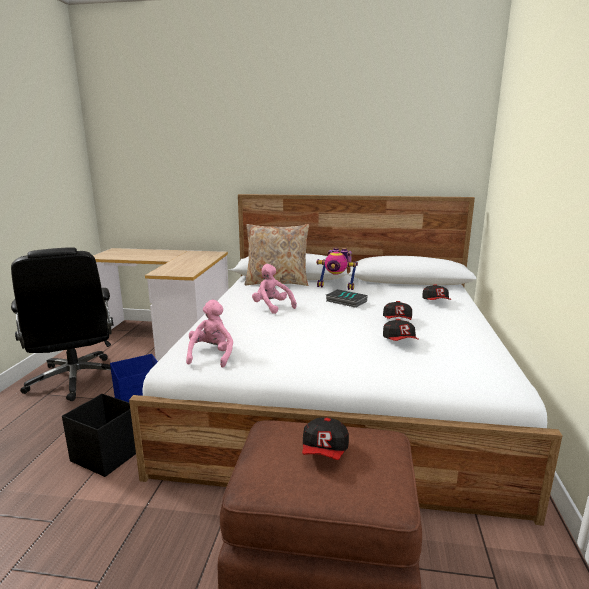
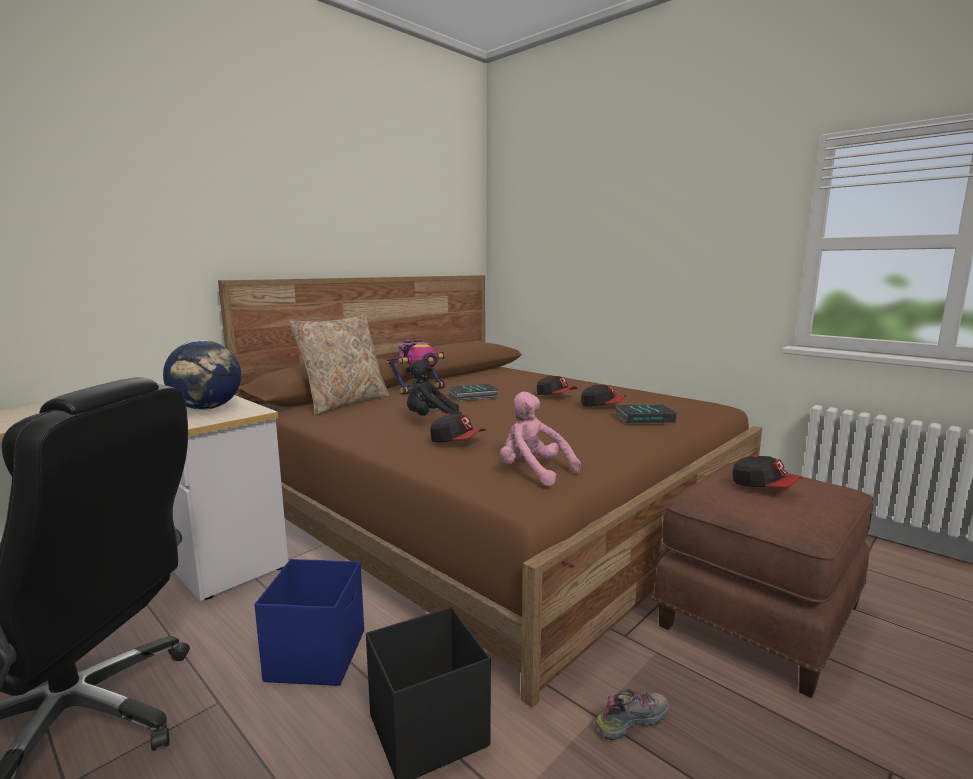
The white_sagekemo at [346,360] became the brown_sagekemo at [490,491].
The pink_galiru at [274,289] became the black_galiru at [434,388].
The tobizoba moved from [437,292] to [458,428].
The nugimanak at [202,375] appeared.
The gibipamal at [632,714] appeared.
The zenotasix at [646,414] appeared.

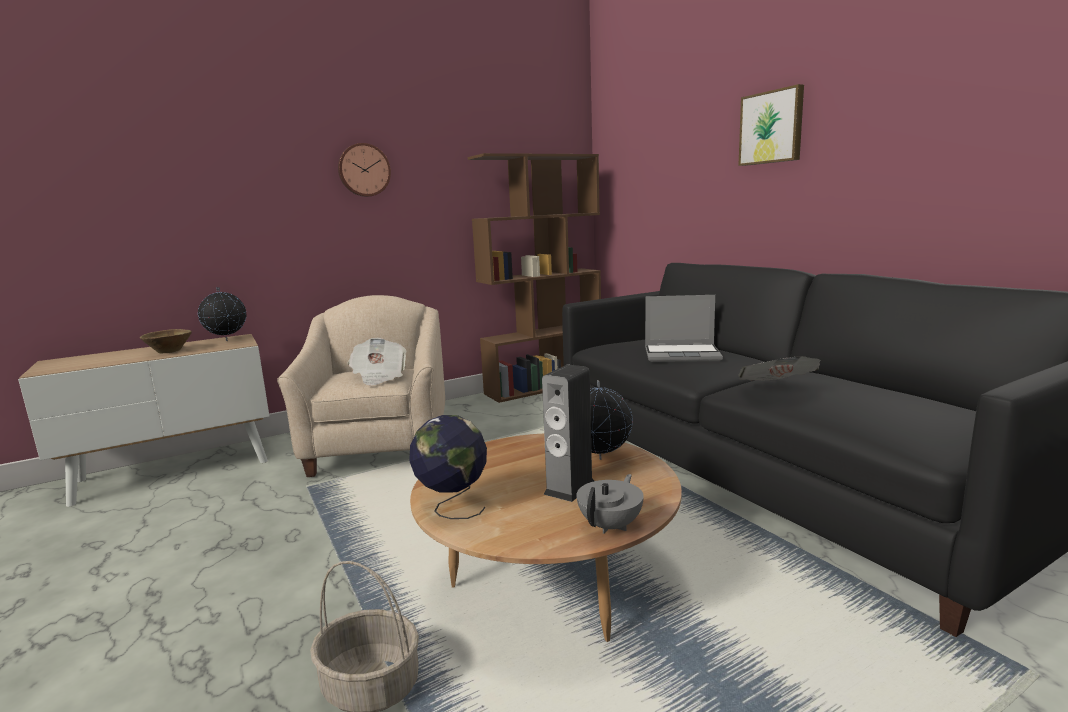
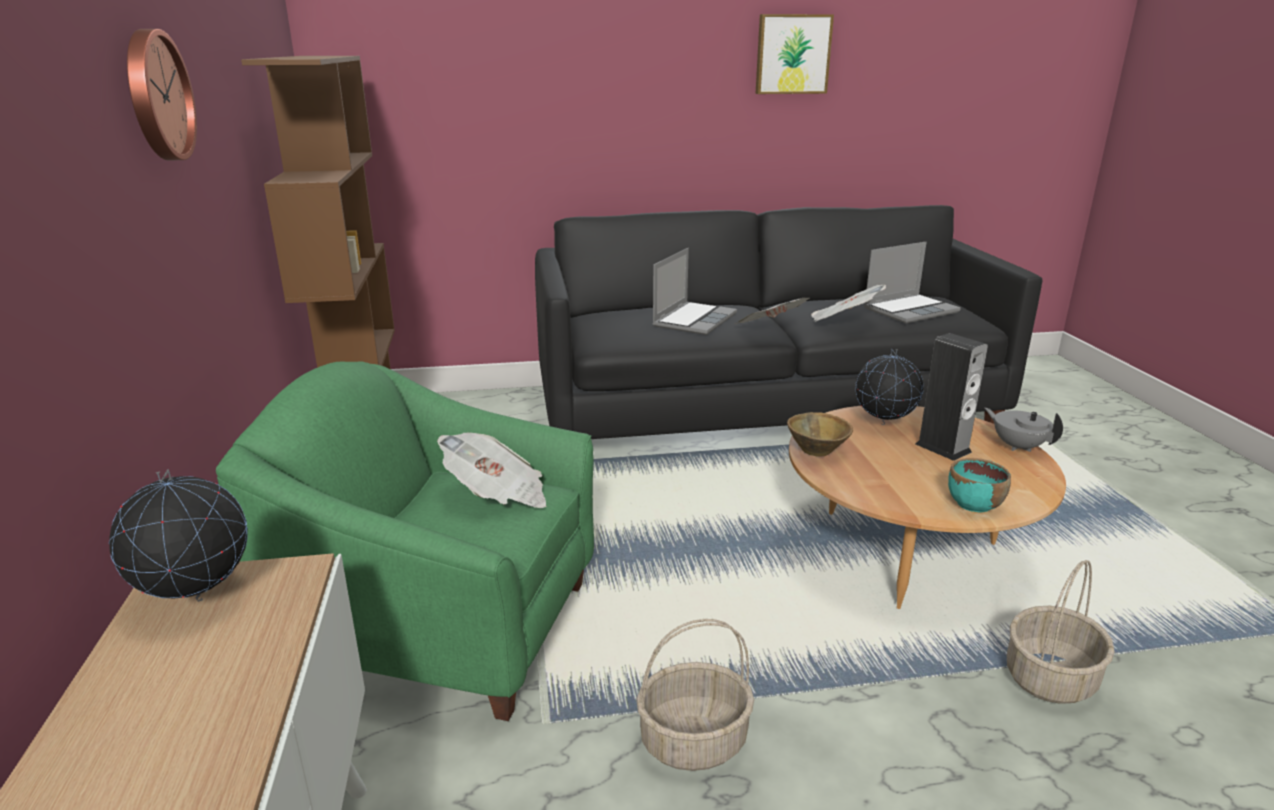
The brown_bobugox moved from [166,341] to [820,434].
The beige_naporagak at [361,386] became the green_naporagak at [405,541].
The nugimanak at [448,467] was replaced by the turquoise_bobugox at [979,485].
The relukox moved from [771,125] to [794,54].
The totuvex at [695,695] appeared.
The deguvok at [772,311] appeared.
The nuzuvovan at [912,282] appeared.

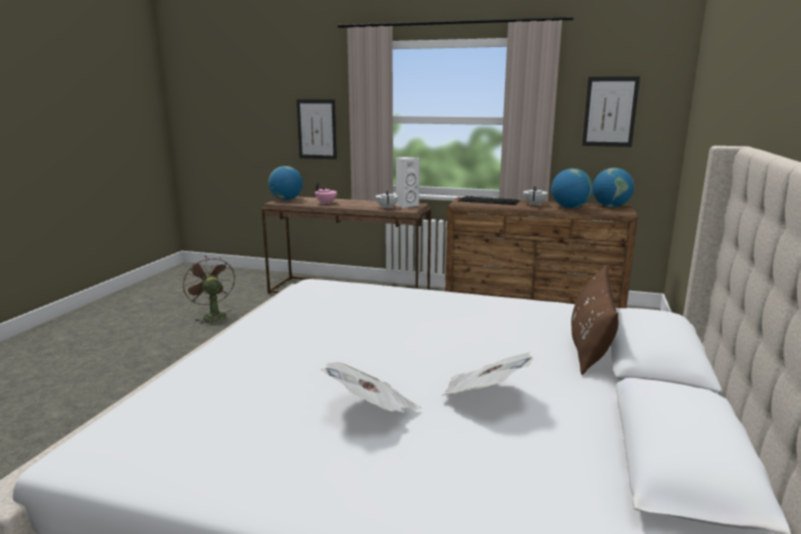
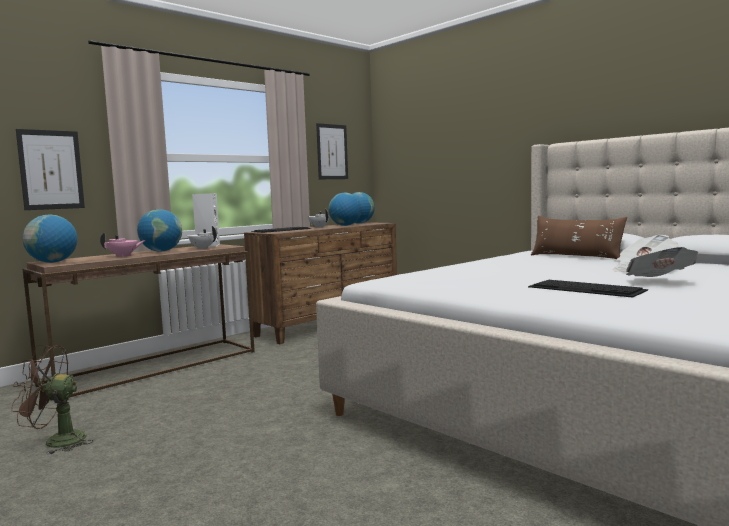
The nugimanak at [159,230] appeared.
The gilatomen at [588,289] appeared.

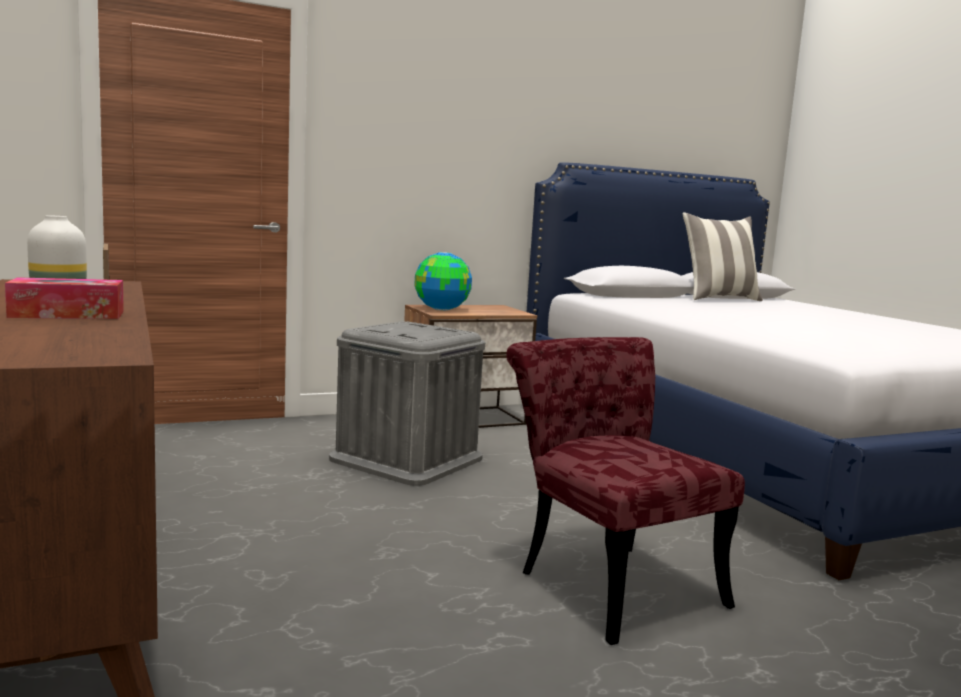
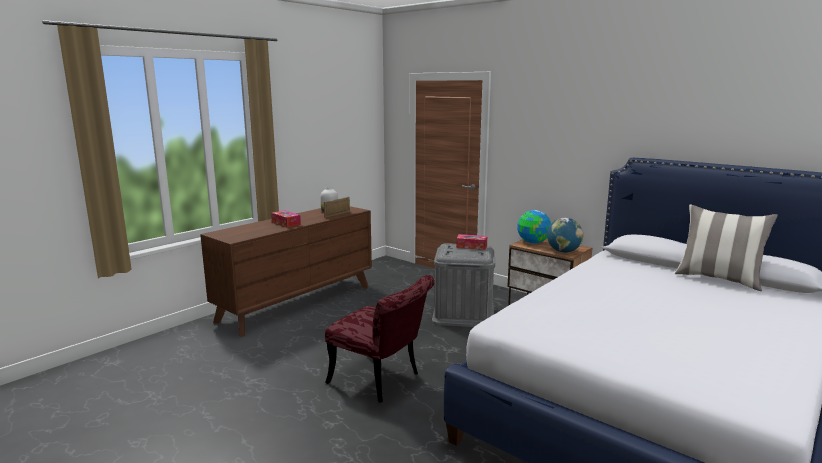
The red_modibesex at [625,491] turned 90 degrees clockwise.
The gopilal at [471,242] appeared.
The nugimanak at [565,235] appeared.

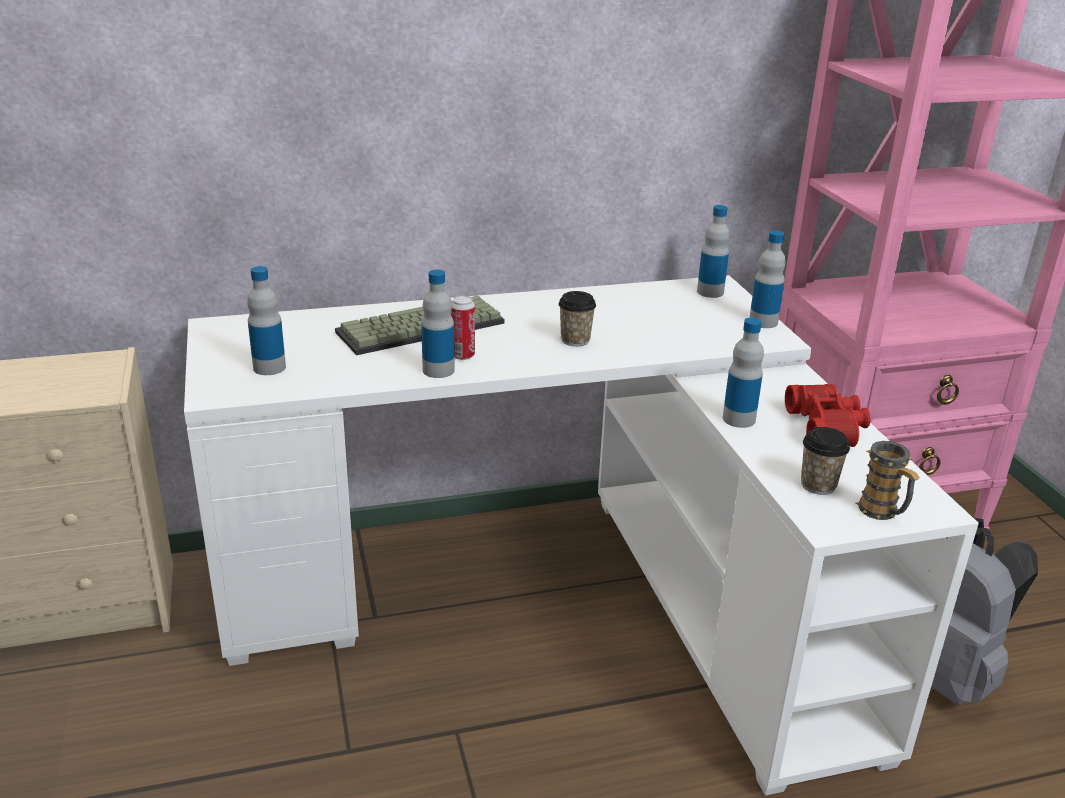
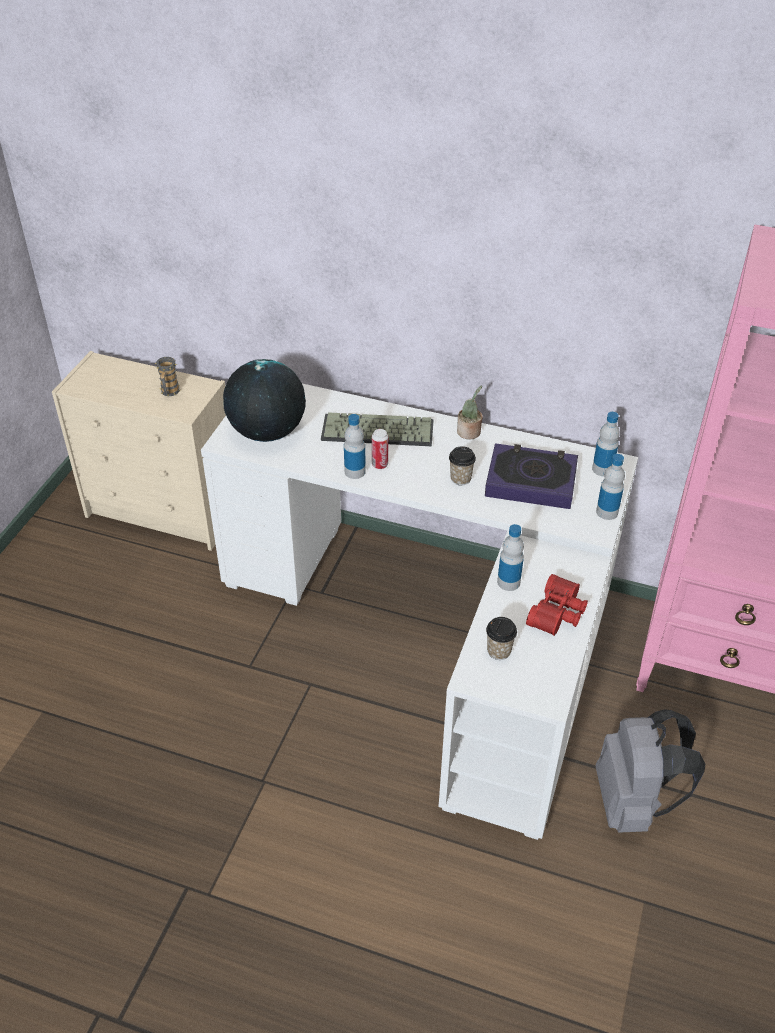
The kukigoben at [266,320] was replaced by the nugimanak at [264,400].
The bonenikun moved from [888,480] to [167,376].
The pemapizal at [470,412] appeared.
The zenotasix at [531,476] appeared.

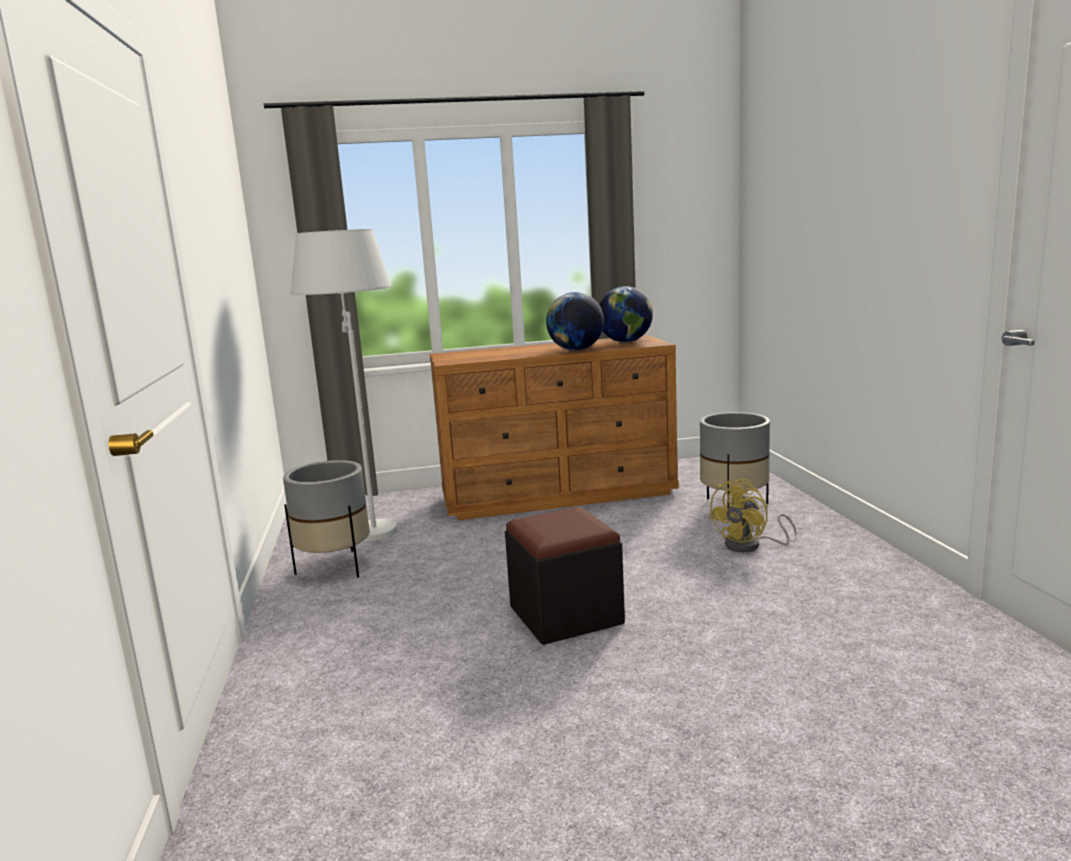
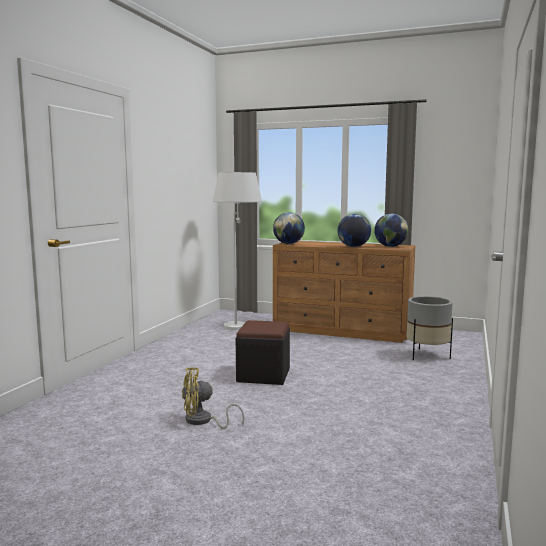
The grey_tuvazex at [326,519] disappeared.
The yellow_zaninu moved from [752,515] to [213,398].
The nugimanak at [289,228] appeared.

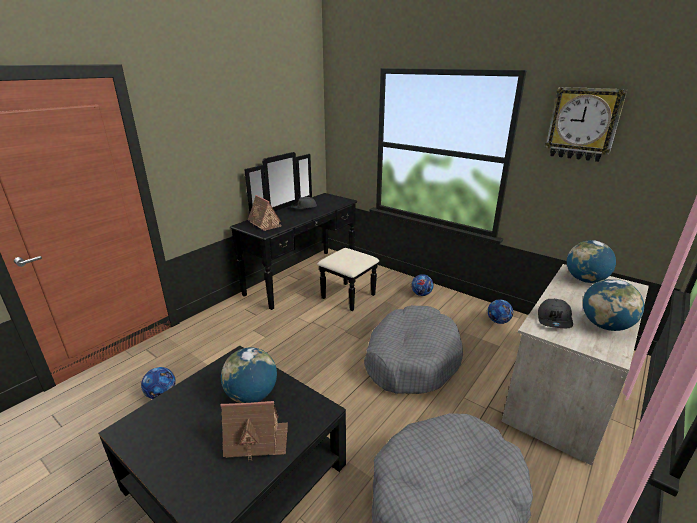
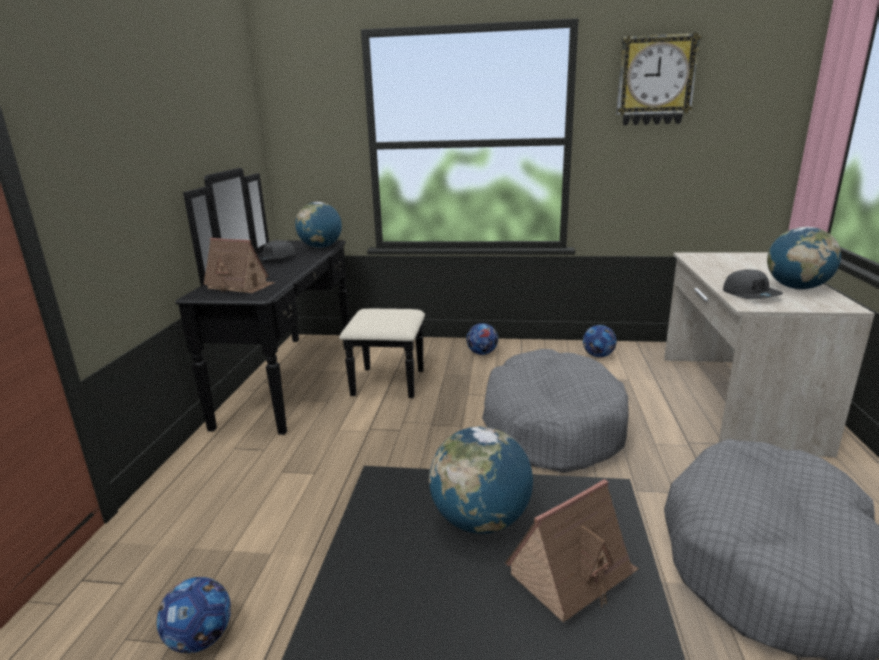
The nugimanak moved from [591,261] to [318,225].

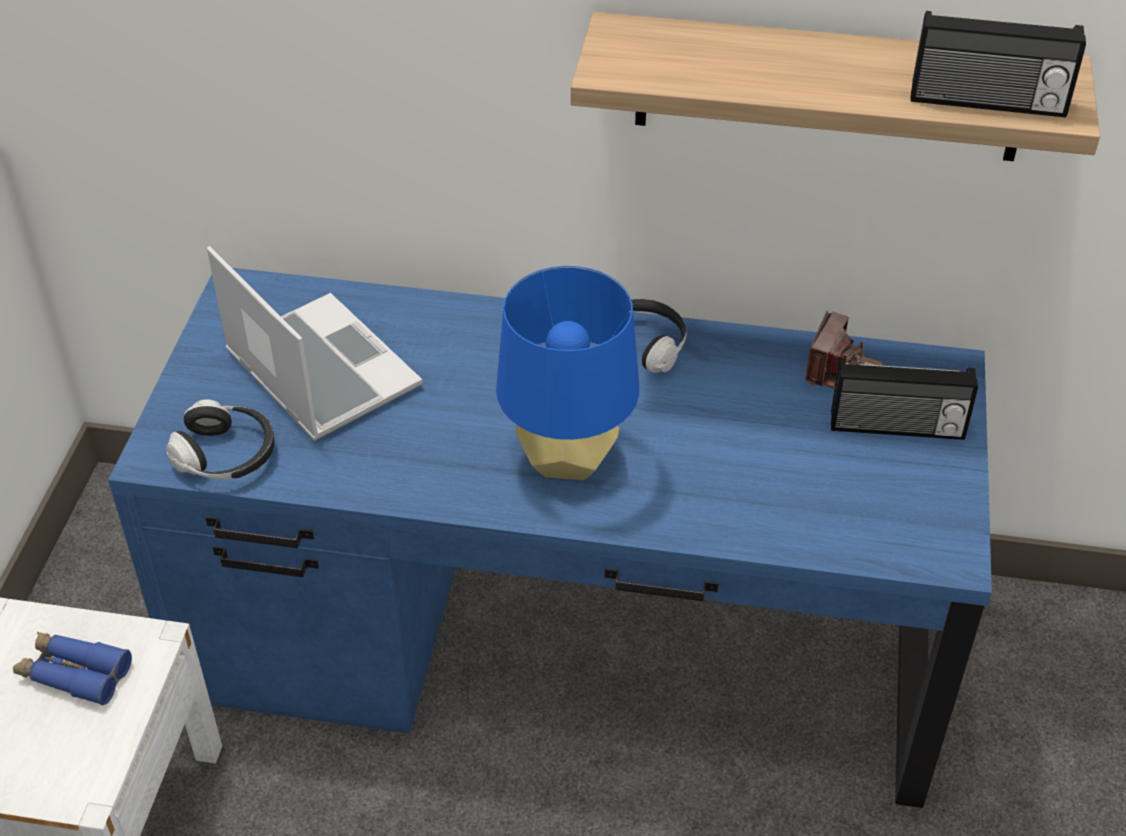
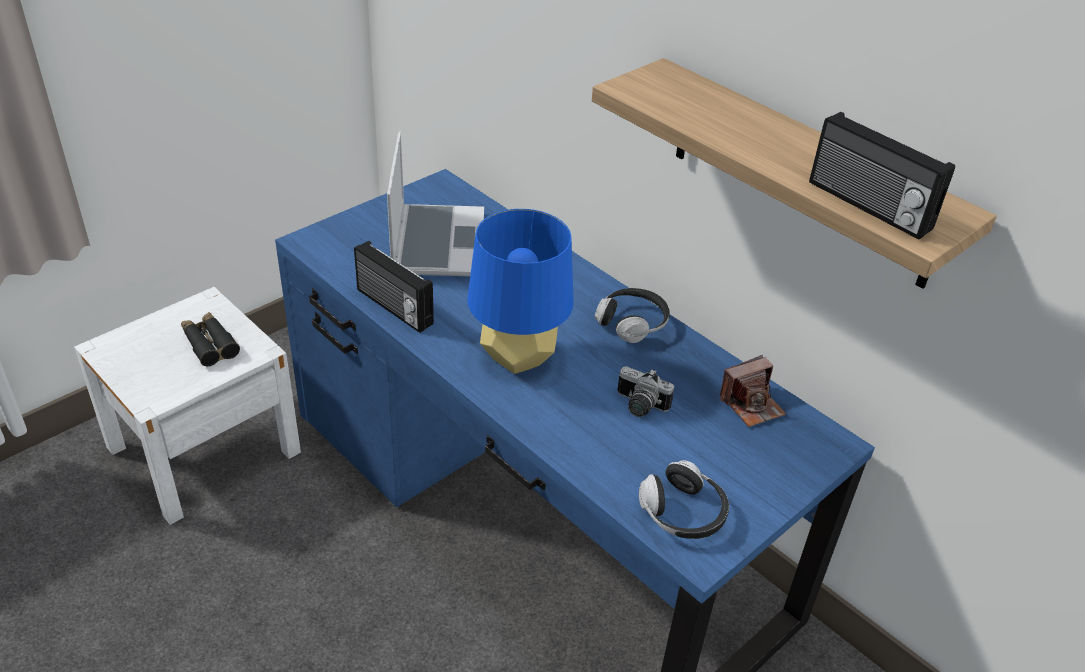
The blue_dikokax at [72,669] became the black_dikokax at [210,339].
The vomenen moved from [220,439] to [684,499].
The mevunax moved from [904,400] to [394,287].
The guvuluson at [645,391] appeared.

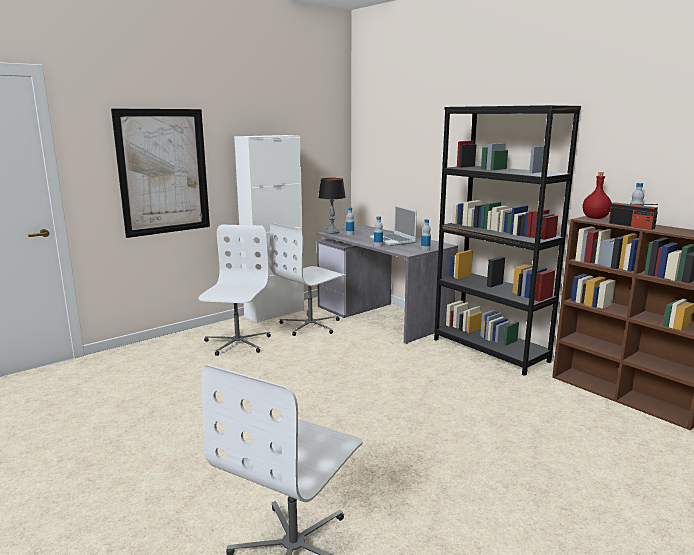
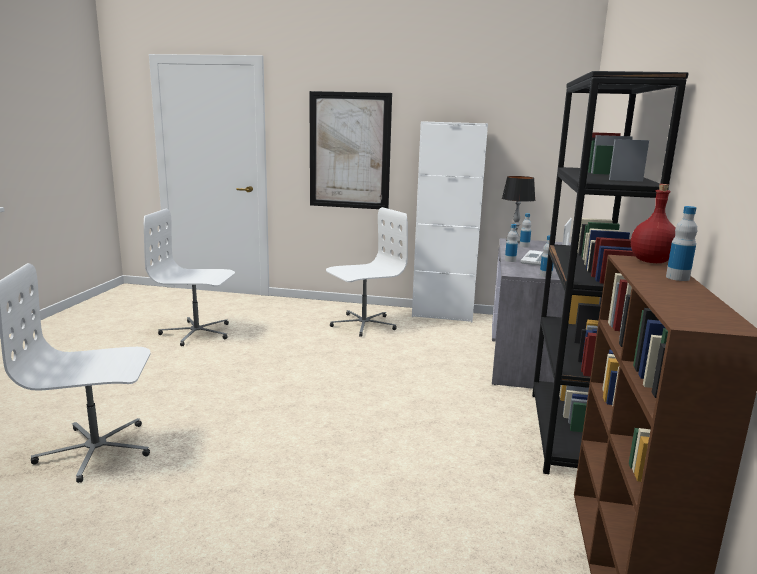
The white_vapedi moved from [308,279] to [189,277].
The mevunax at [633,216] disappeared.

